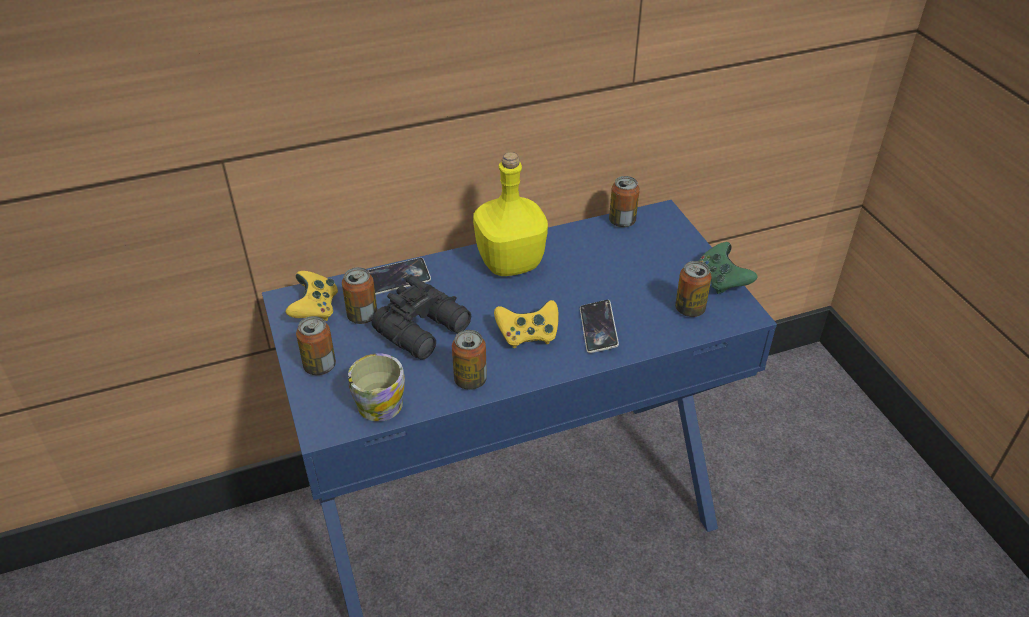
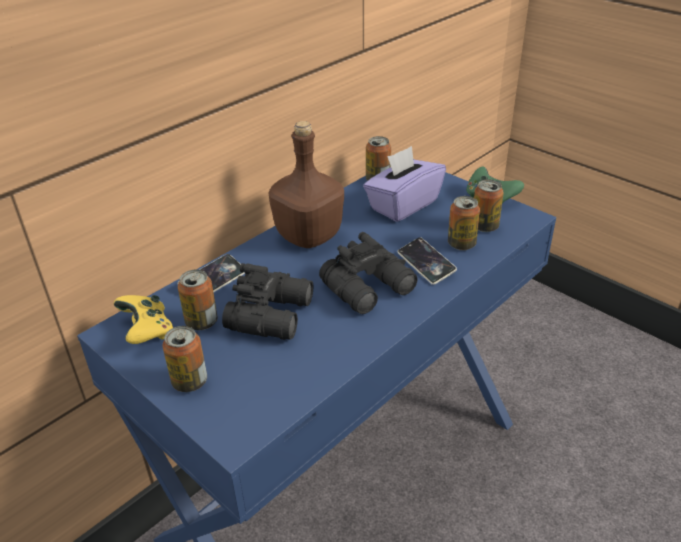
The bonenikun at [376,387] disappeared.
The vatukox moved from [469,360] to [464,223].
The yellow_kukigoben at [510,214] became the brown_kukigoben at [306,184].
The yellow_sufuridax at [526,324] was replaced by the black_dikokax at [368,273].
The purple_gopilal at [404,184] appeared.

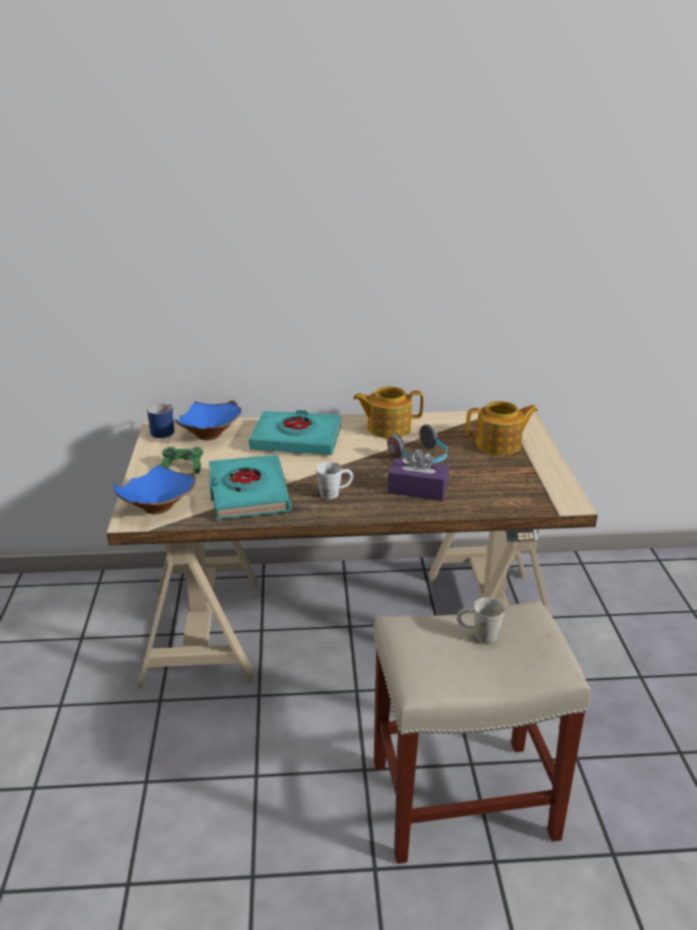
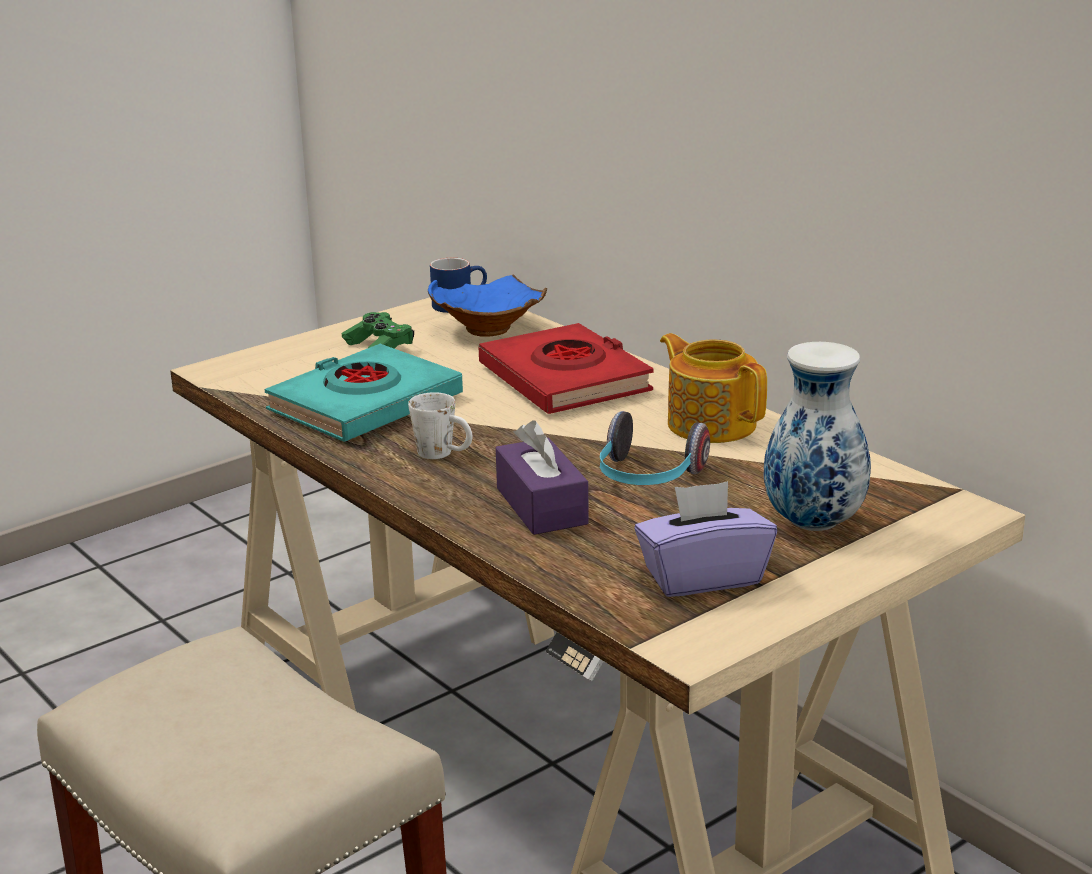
The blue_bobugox at [154,489] disappeared.
The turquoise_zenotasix at [295,432] became the red_zenotasix at [566,368].
The white_bonenikun at [481,620] disappeared.
The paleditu at [502,428] was replaced by the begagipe at [817,436].
The purple_gopilal at [705,539] appeared.

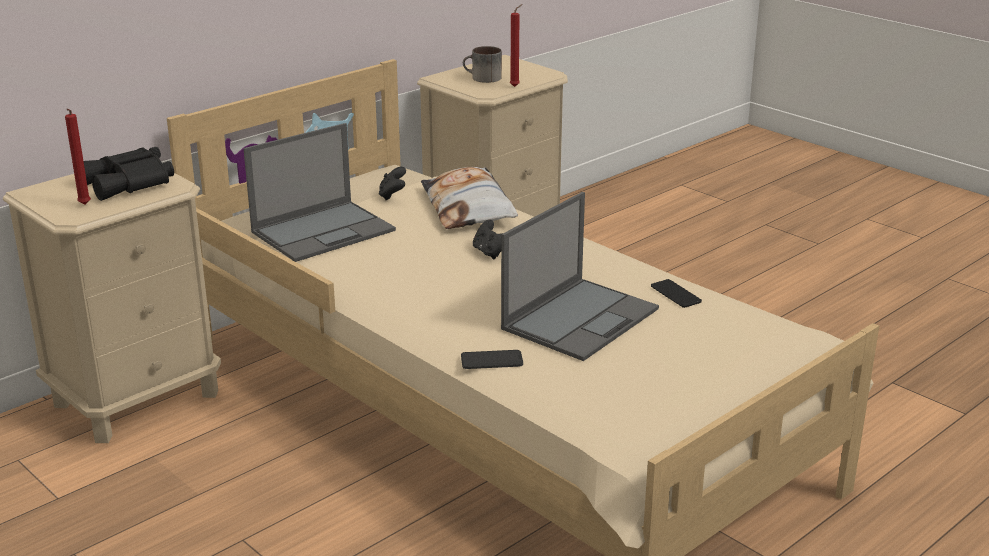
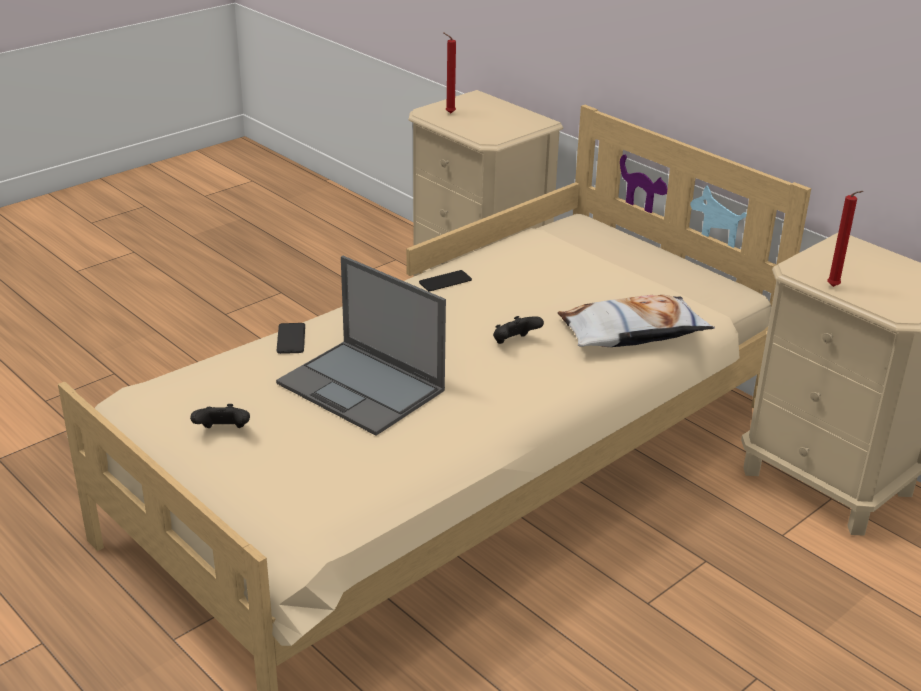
The black_dikokax at [129,174] disappeared.
The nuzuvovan at [319,192] disappeared.
The black_sufuridax moved from [392,184] to [220,416].
The bonenikun at [482,64] disappeared.
The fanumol moved from [676,293] to [445,280].

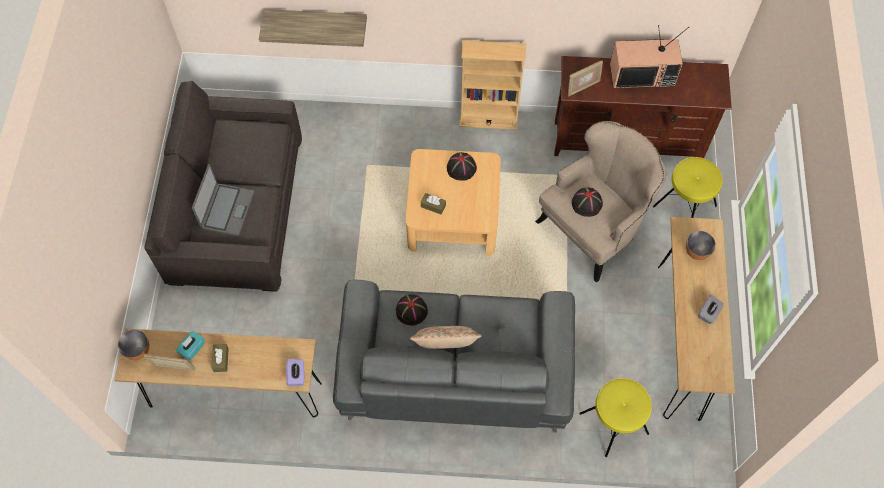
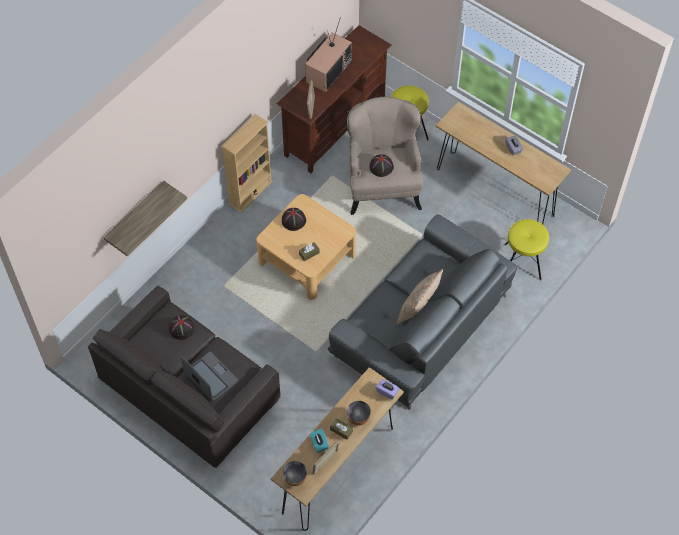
The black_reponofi moved from [412,310] to [182,327].
The bobugox moved from [701,245] to [359,413].

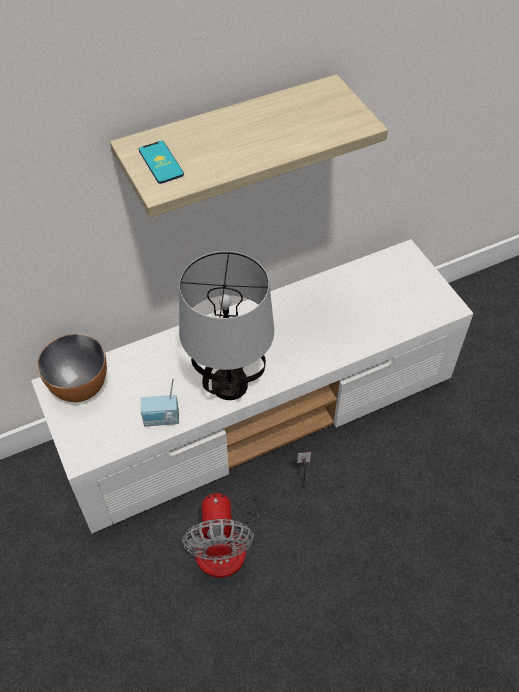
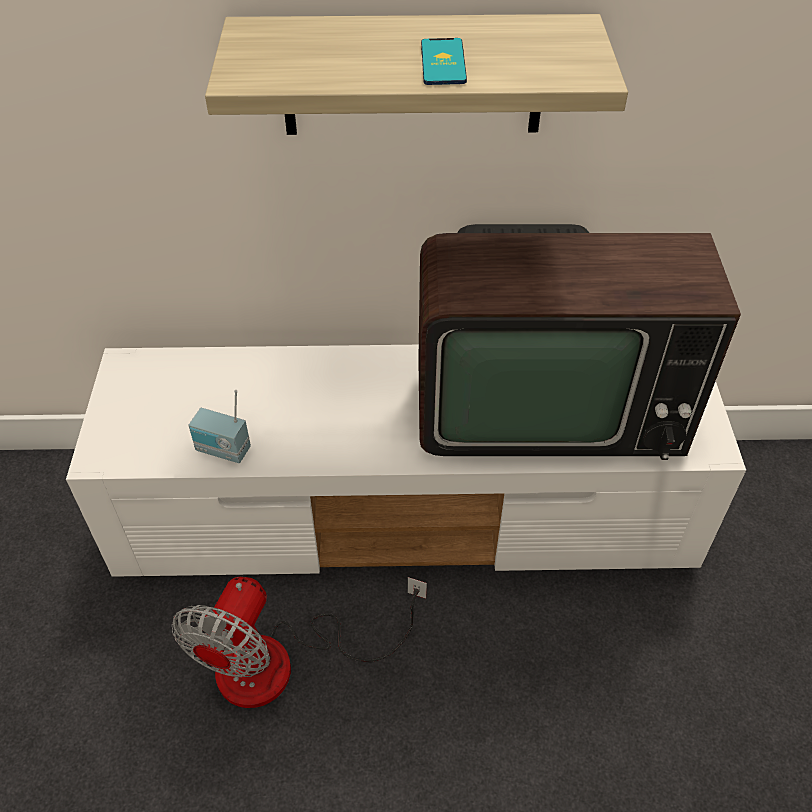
The bobugox at [72,368] disappeared.
The fanumol moved from [161,162] to [444,61].
The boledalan at [226,325] disappeared.
The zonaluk at [579,342] appeared.

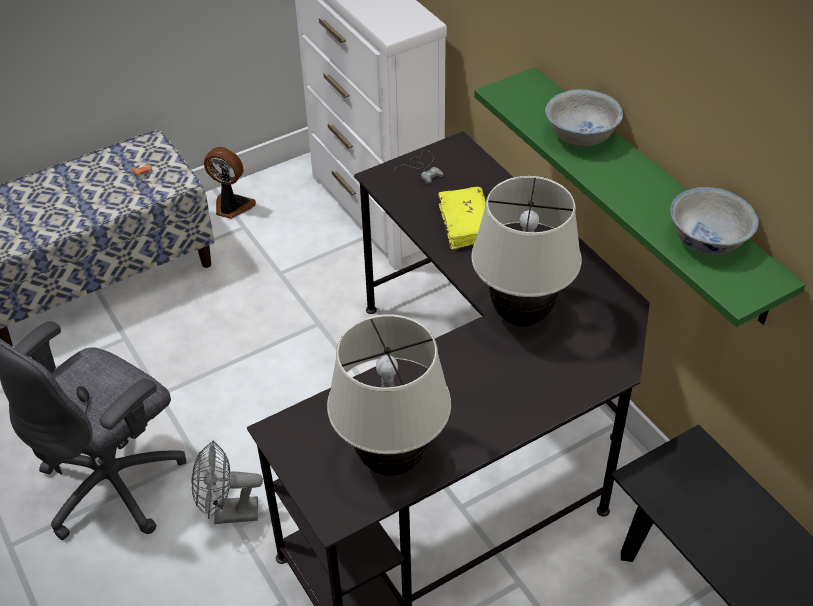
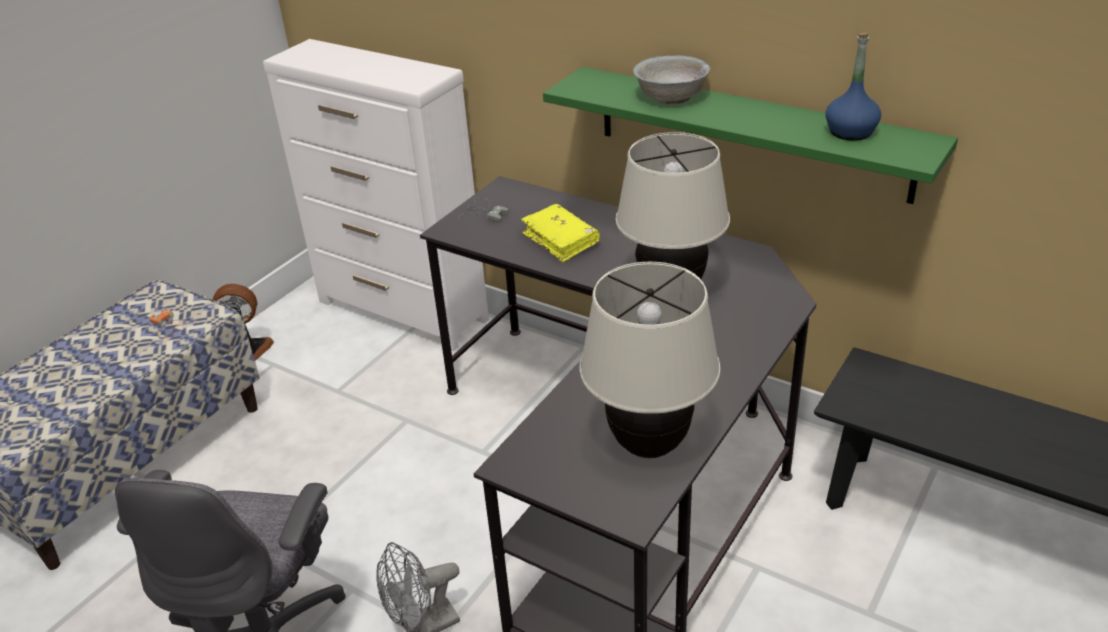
The white_bobugox at [714,221] was replaced by the blue_kukigoben at [853,86].

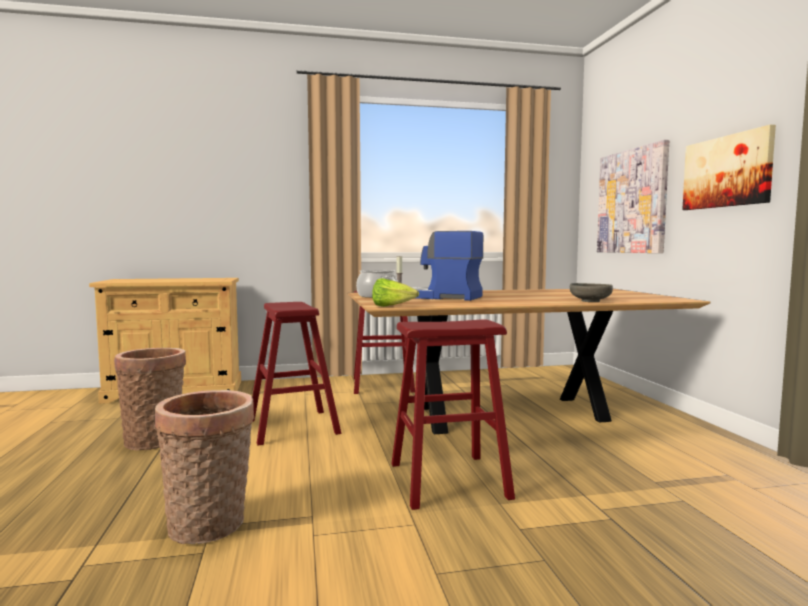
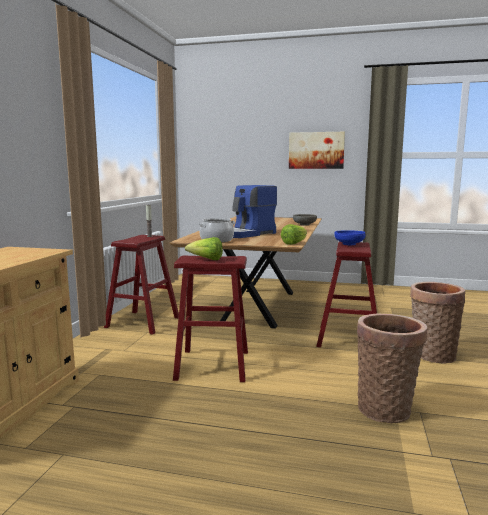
The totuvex moved from [150,399] to [437,323].
The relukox at [633,196] disappeared.
The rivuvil at [204,248] appeared.
The blue_bobugox at [350,237] appeared.

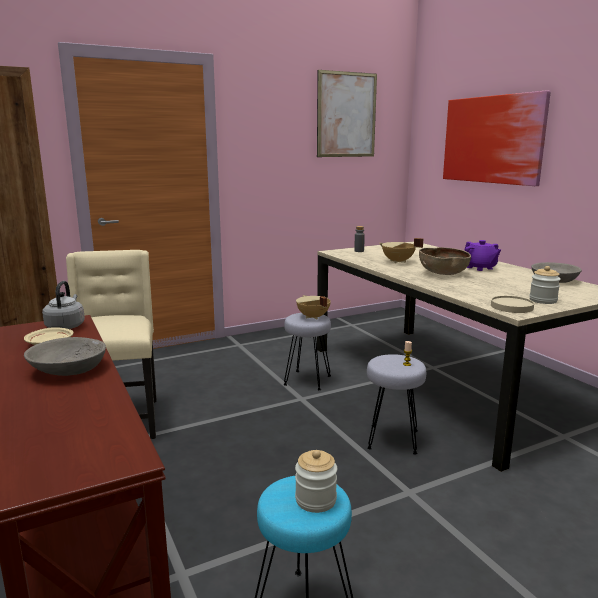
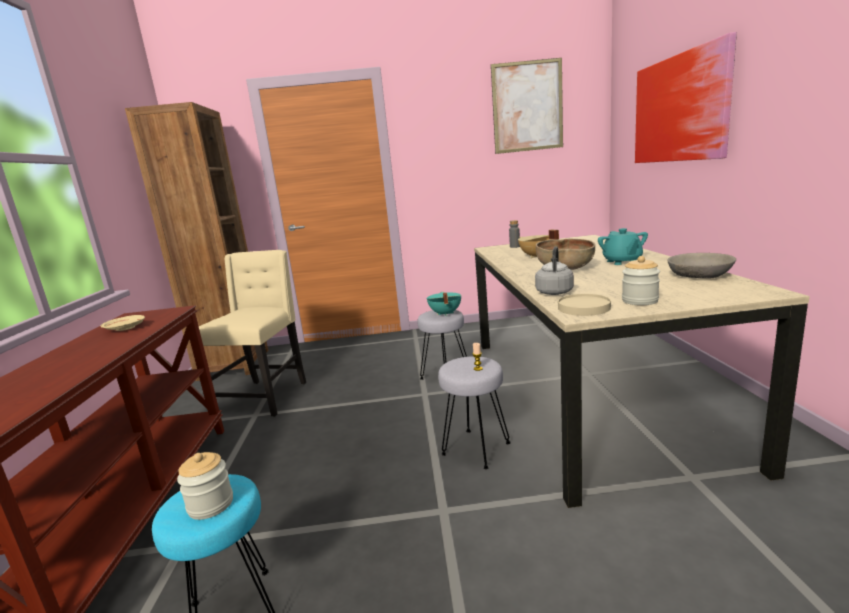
The grey_bobugox at [65,356] disappeared.
The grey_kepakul moved from [63,305] to [554,270].
The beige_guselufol at [313,307] became the turquoise_guselufol at [444,304].
The purple_paleditu at [482,255] became the turquoise_paleditu at [623,246].

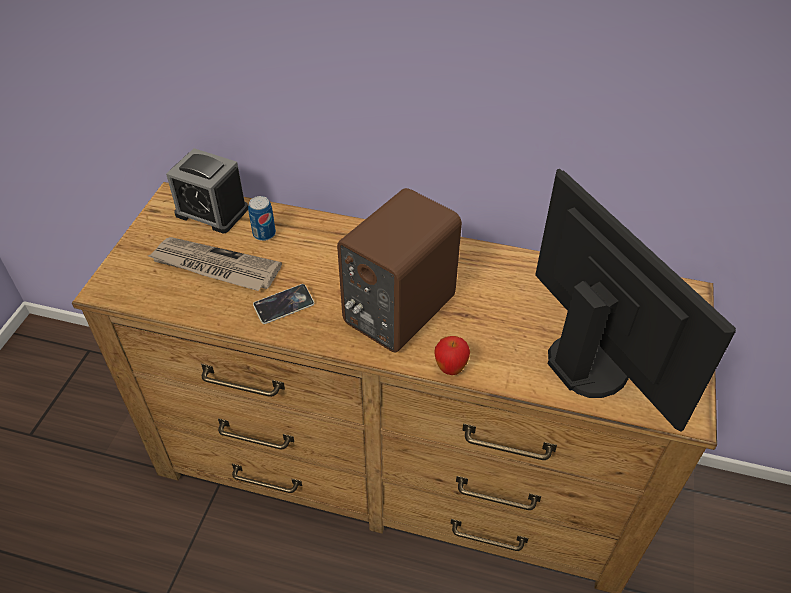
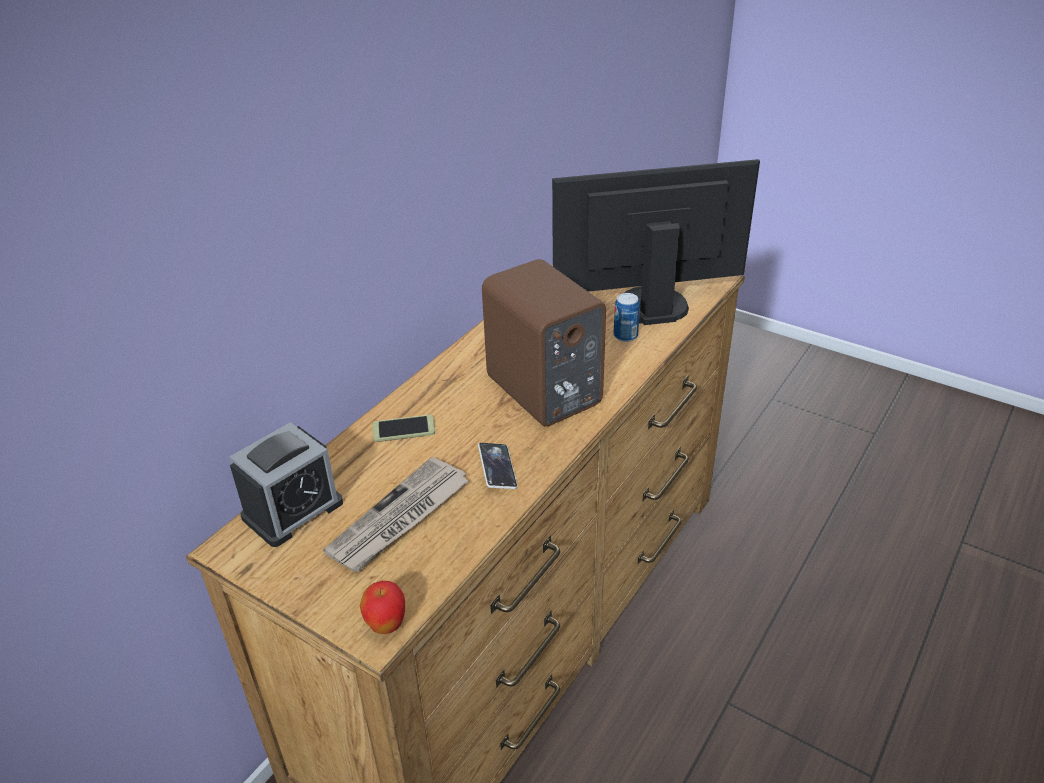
The vatukox moved from [262,218] to [627,317].
The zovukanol moved from [452,355] to [382,607].
The fanumol at [404,428] appeared.

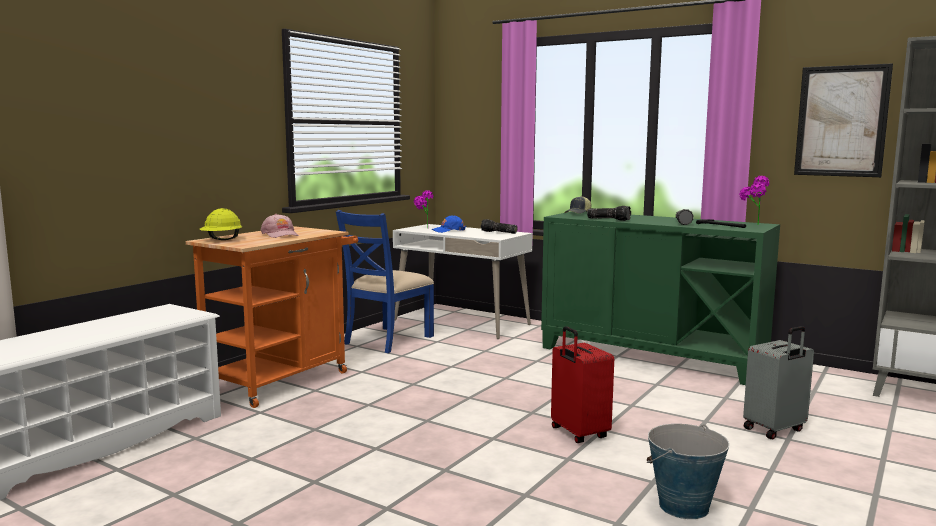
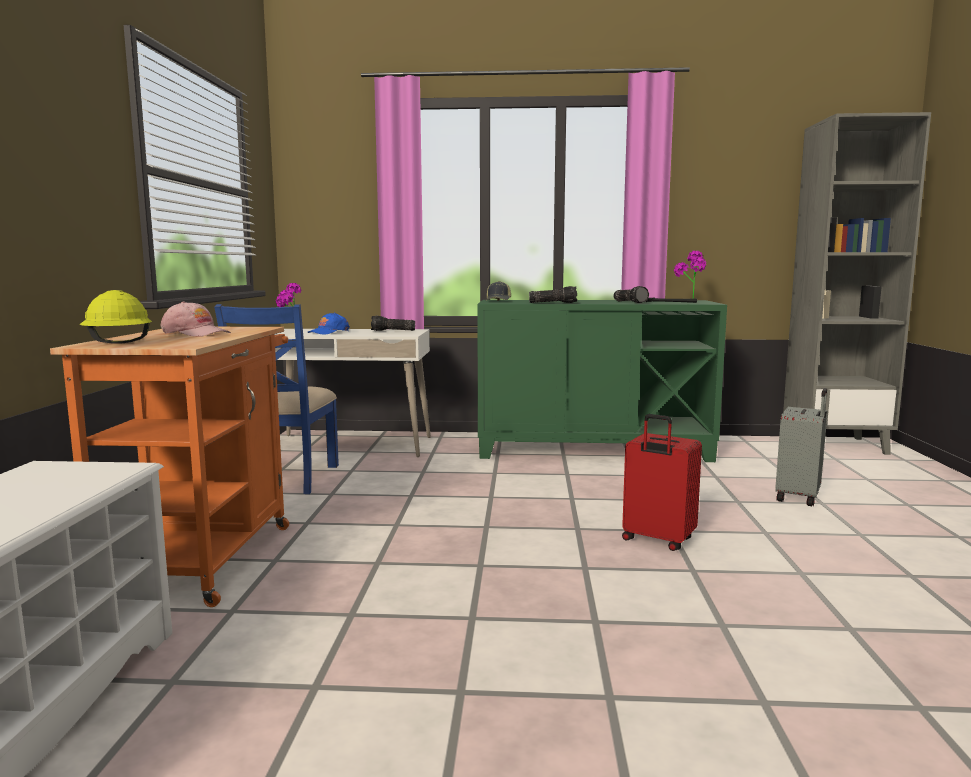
The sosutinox at [688,471] disappeared.
The relukox at [843,120] disappeared.

